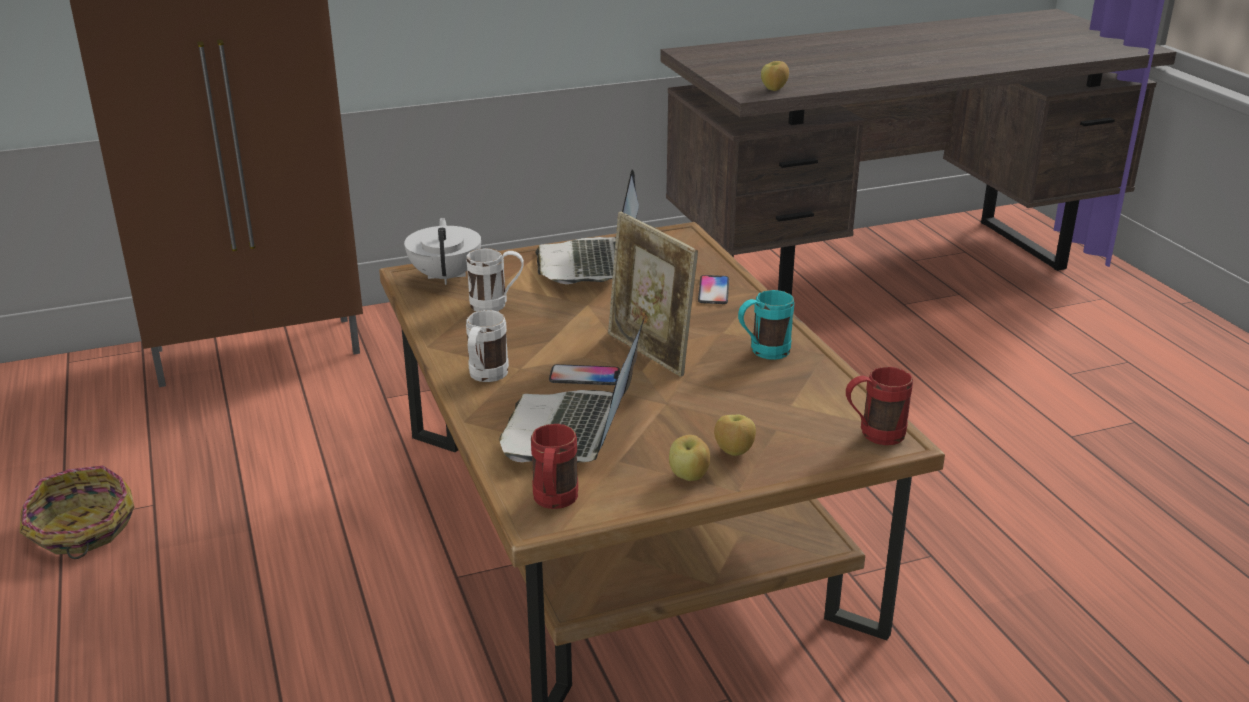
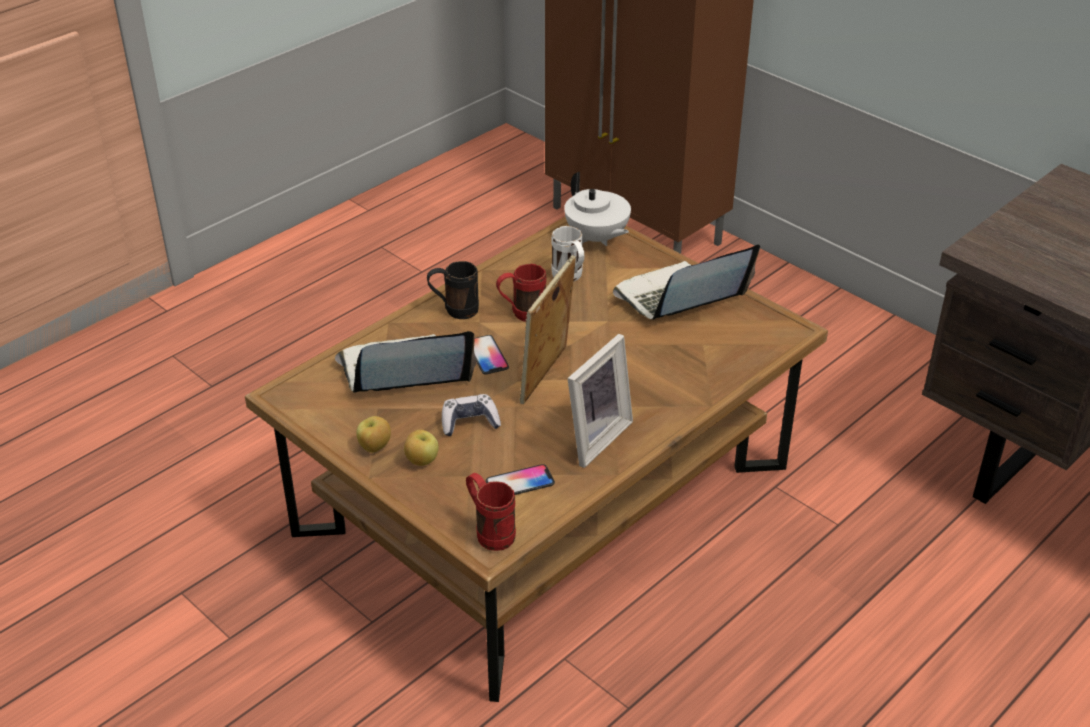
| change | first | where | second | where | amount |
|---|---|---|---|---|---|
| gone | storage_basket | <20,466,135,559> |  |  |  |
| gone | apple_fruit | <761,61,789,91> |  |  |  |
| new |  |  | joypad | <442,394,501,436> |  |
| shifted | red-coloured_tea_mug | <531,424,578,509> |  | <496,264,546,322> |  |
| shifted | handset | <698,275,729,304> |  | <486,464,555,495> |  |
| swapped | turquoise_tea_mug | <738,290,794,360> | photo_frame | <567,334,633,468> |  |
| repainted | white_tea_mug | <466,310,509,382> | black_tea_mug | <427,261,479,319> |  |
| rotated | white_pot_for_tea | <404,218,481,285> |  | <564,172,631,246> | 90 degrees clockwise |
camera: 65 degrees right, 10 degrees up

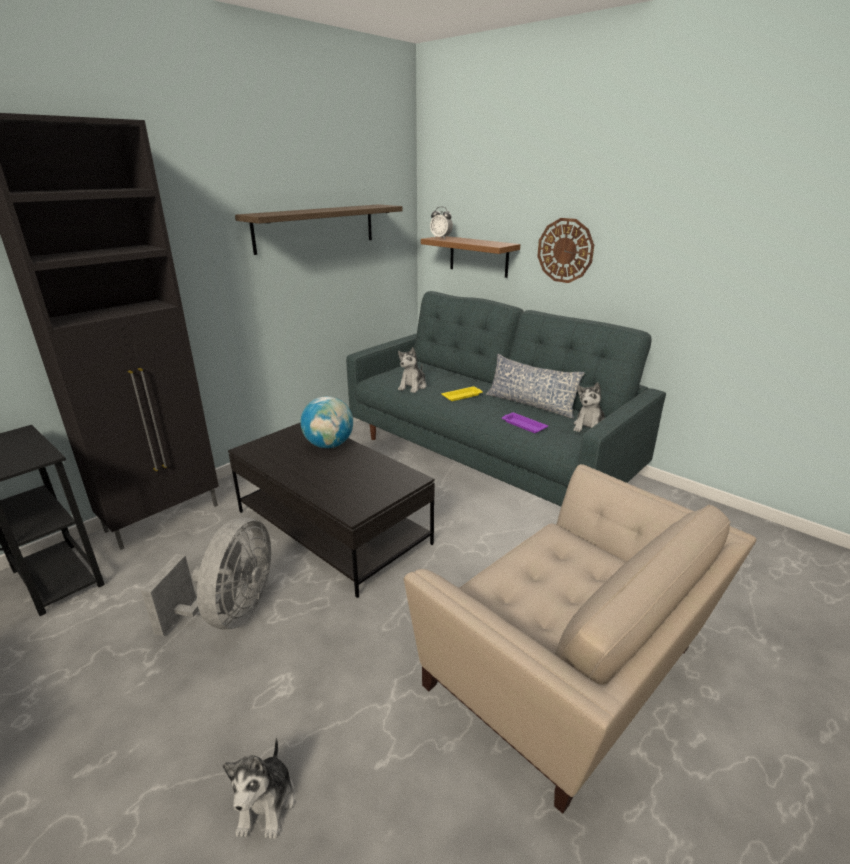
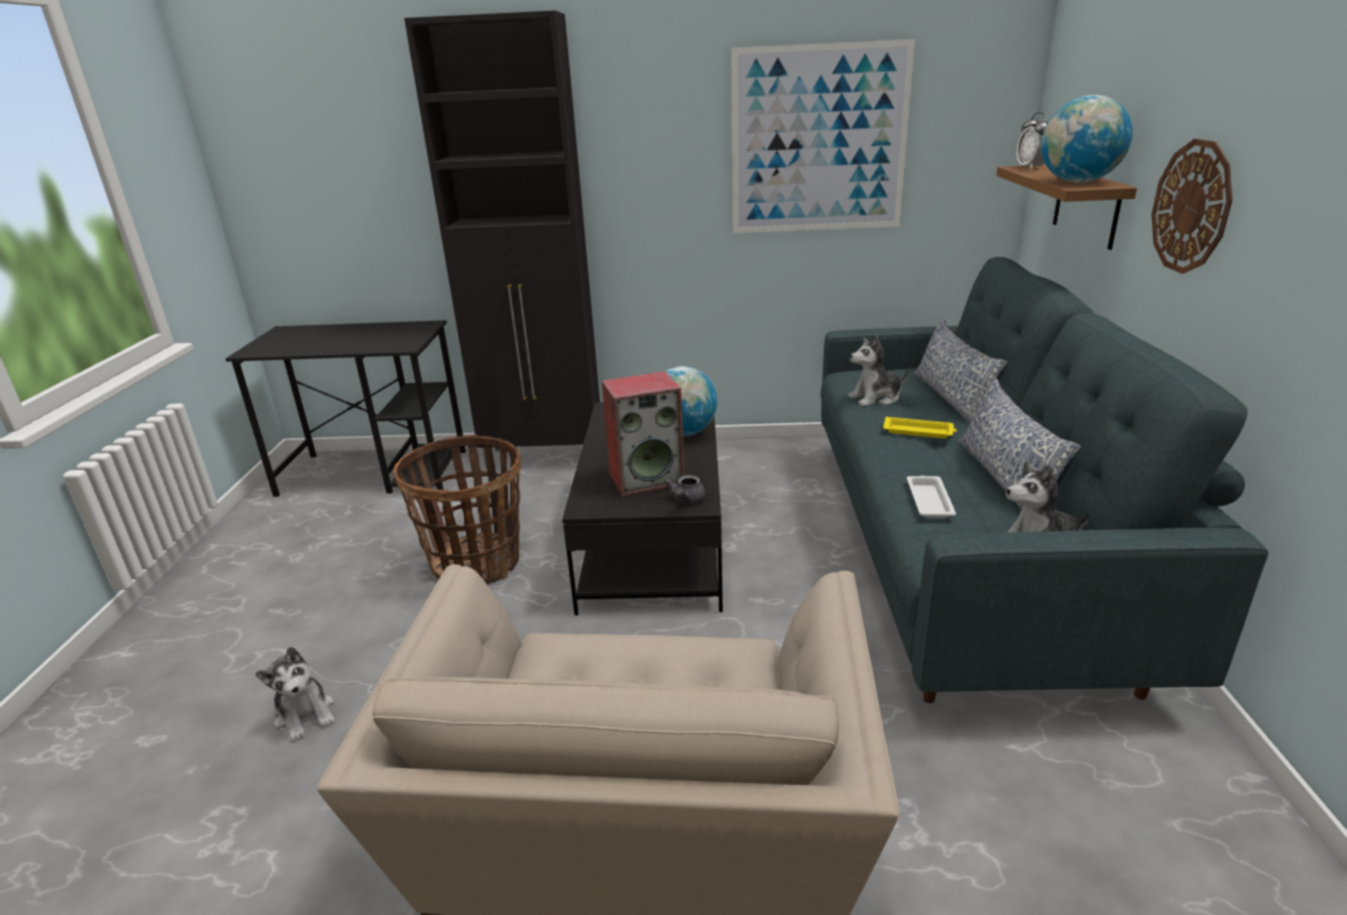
| change | first | where | second | where | amount |
|---|---|---|---|---|---|
| new |  |  | loudspeaker | <602,371,685,497> |  |
| new |  |  | gray_pot_for_tea | <664,475,706,504> |  |
| new |  |  | throw_pillow | <914,319,1008,423> |  |
| new |  |  | desk_globe | <1041,95,1133,183> |  |
| swapped | gray_cooling_fan | <141,517,271,636> | storage_basket | <394,435,521,584> |  |
| swapped | shelf | <235,204,403,255> | wall_picture | <731,39,915,233> |  |
| repainted | purplish_carrying_tray | <502,413,548,433> | white_carrying_tray | <907,476,956,518> |  |
| rotated | cuddly_toy | <223,738,295,840> |  | <255,647,335,742> | 90 degrees counterclockwise |
camera: 50 degrees right, 0 degrees up

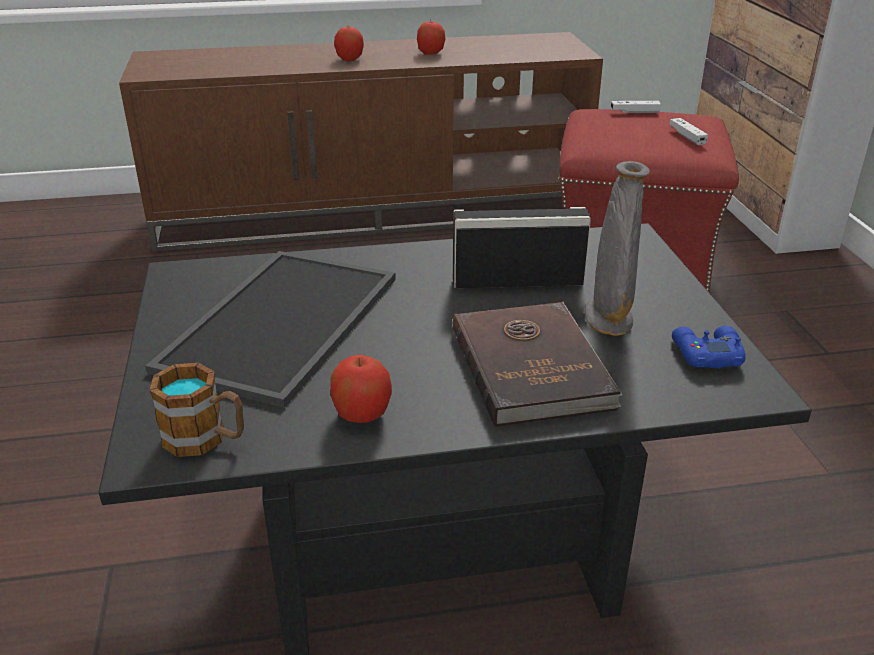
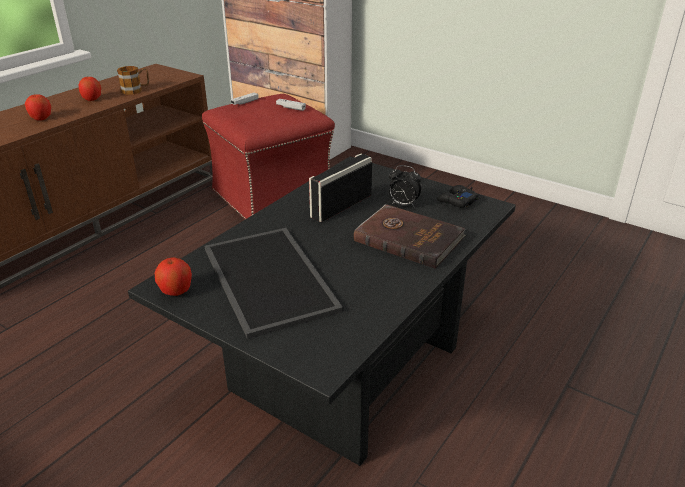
| change | first | where | second | where | amount |
|---|---|---|---|---|---|
| shifted | tea_mug | <150,363,244,457> |  | <117,66,149,95> |  |
| shifted | apple_fruit | <330,355,392,423> |  | <155,257,192,296> |  |
| swapped | gray_flower_vase | <585,161,650,336> | table_clock | <388,165,422,206> |  |
| repainted | blue_joypad | <672,326,746,368> | black_joypad | <437,185,478,208> |  |
camera: 45 degrees left, 0 degrees up

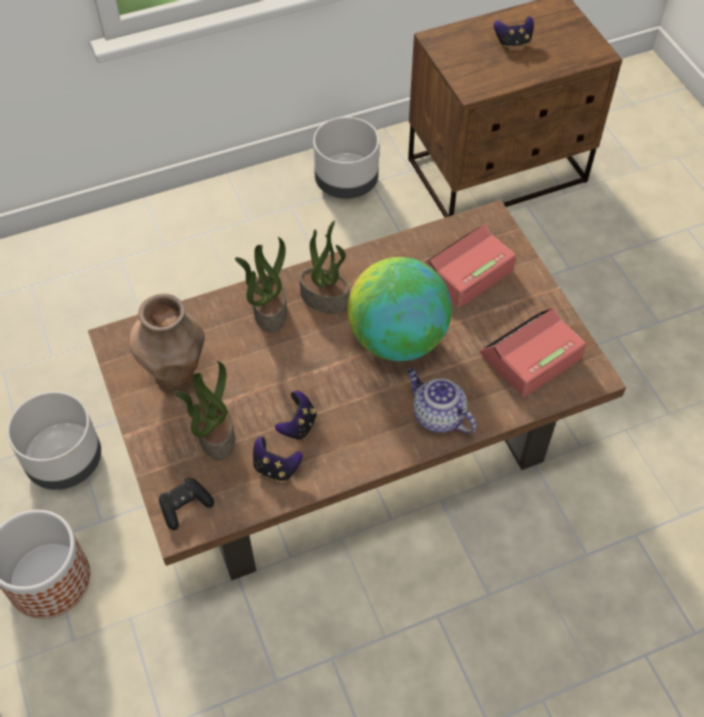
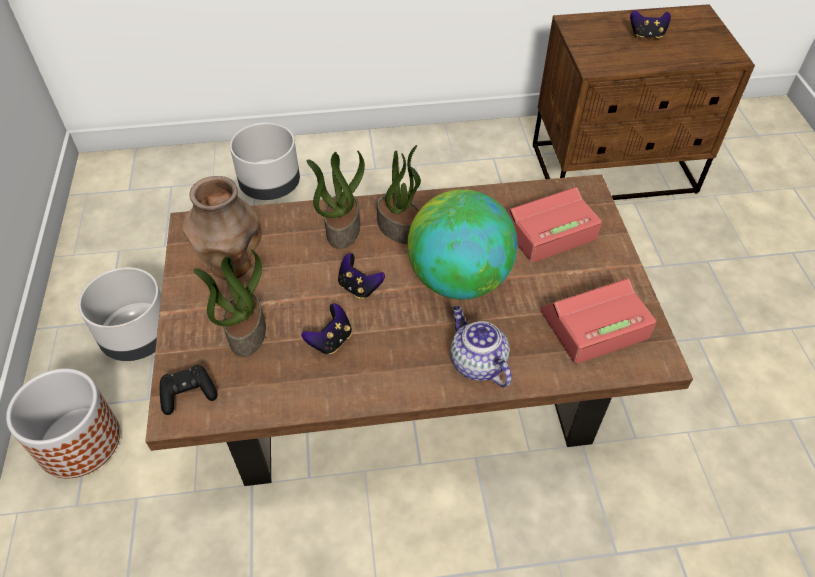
| change | first | where | second | where | amount |
|---|---|---|---|---|---|
| shifted | joypad | <253,436,303,482> |  | <338,253,385,299> |  |
| shifted | gray_planter | <313,117,380,199> |  | <230,123,300,200> |  |
camera: 15 degrees right, 5 degrees down

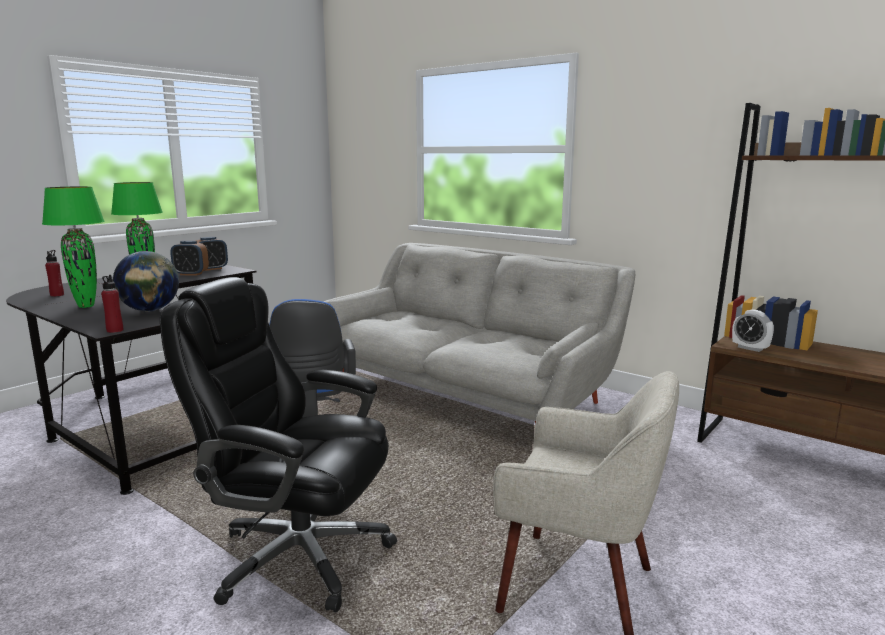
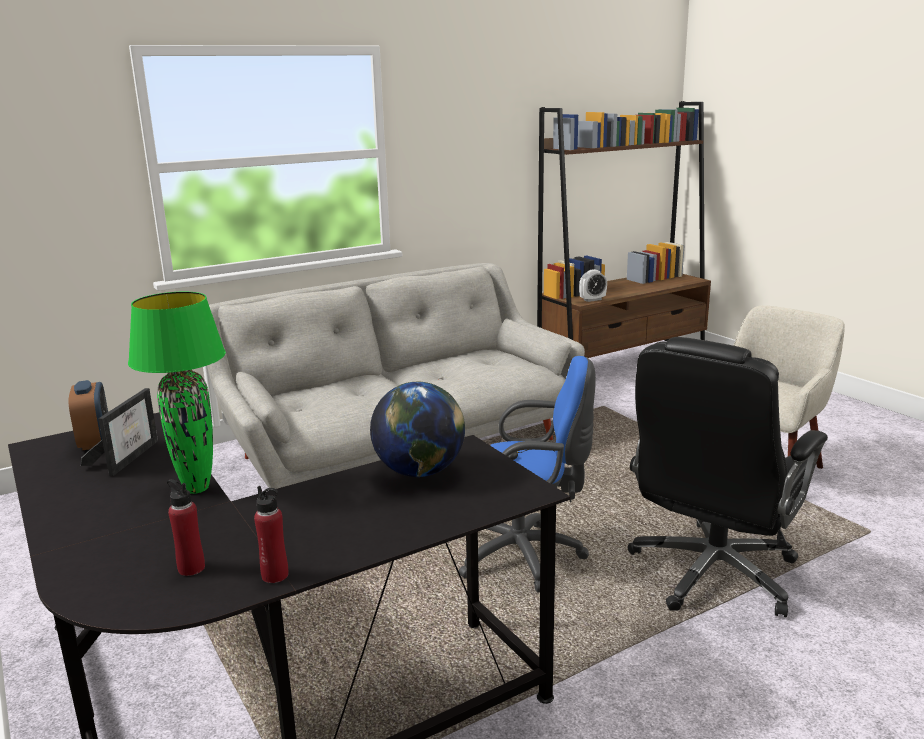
| change | first | where | second | where | amount |
|---|---|---|---|---|---|
| gone | green_tabletop_lamp | <42,186,104,308> |  |  |  |
| shifted | red-coloured_bottle | <101,275,123,333> |  | <254,486,288,583> |  |
| swapped | table_clock | <170,241,209,276> | photo_frame | <80,388,158,476> |  |
camera: 70 degrees left, 5 degrees up

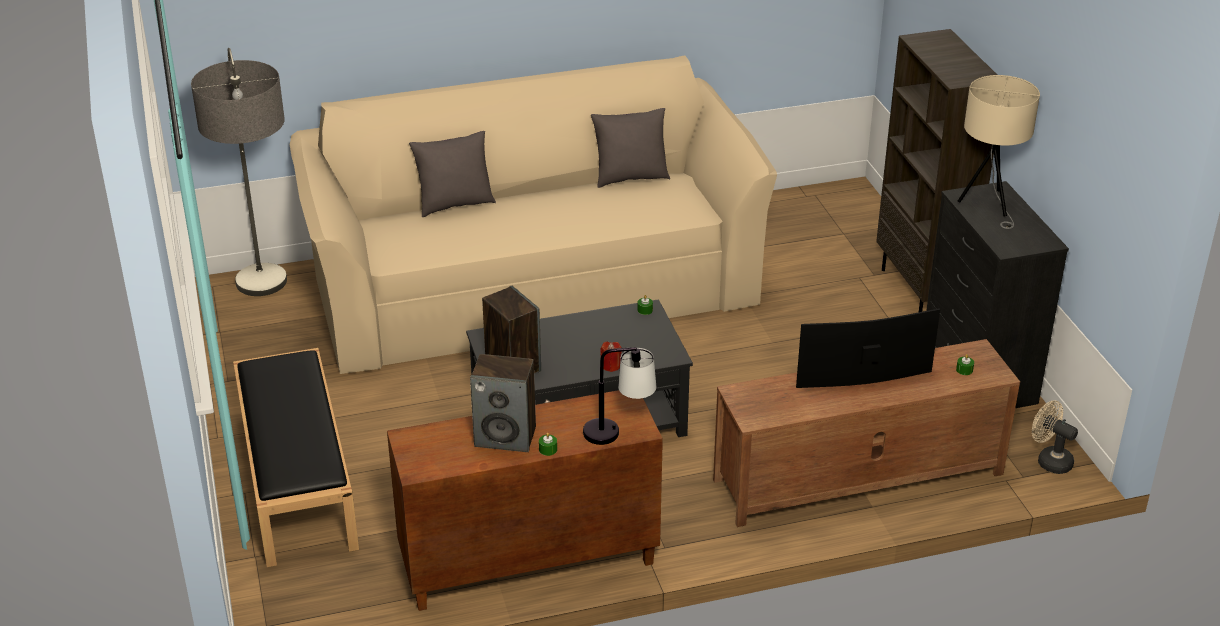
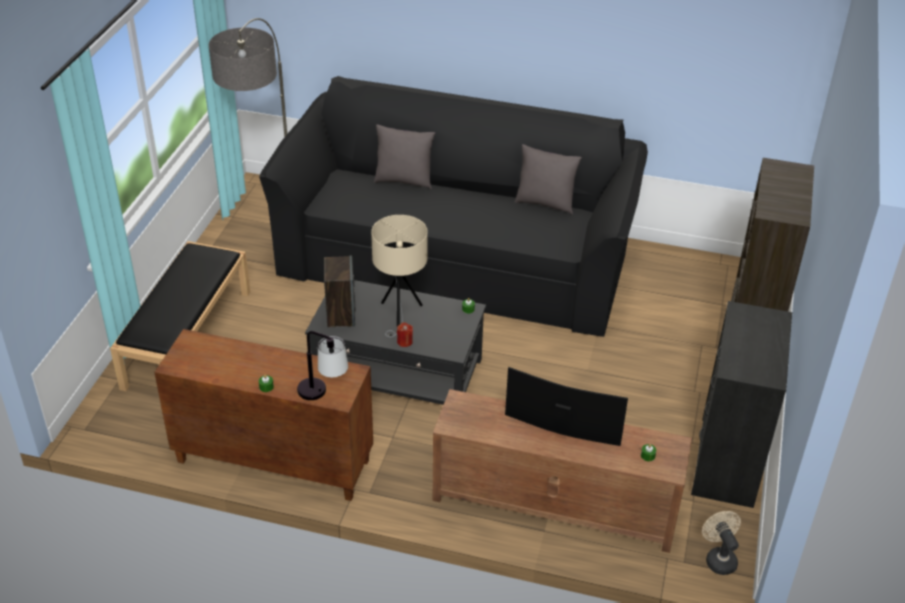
| change | first | where | second | where | amount |
|---|---|---|---|---|---|
| gone | loudspeaker | <470,354,536,452> |  |  |  |
| shifted | beige-coloured_tabletop_lamp | <958,75,1040,229> |  | <371,215,428,338> |  |
| repainted | beige-coloured_sofa | <290,55,777,374> | black_sofa | <259,76,648,337> |  |
camera: 30 degrees right, 5 degrees up

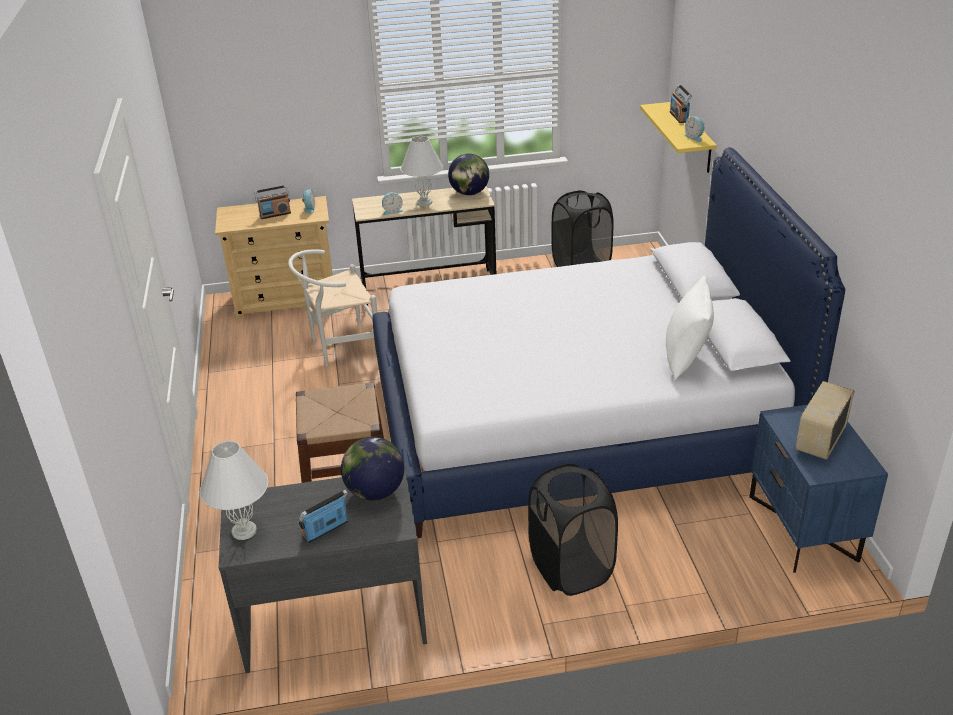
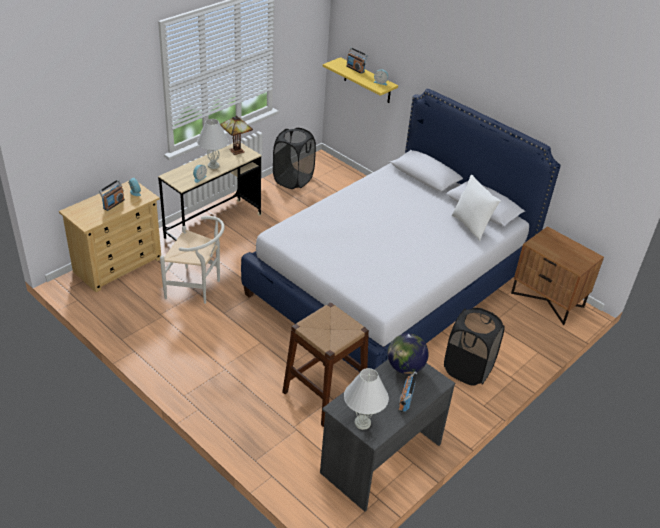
| change | first | where | second | where | amount |
|---|---|---|---|---|---|
| gone | radio_receiver | <795,381,854,460> |  |  |  |
| swapped | desk_globe | <448,154,489,195> | tabletop_lamp | <220,116,253,155> |  |
| repainted | blue_nightstand | <749,405,888,573> | brown-coloured_nightstand | <511,226,604,325> |  |
| rotated | white_plain_chair | <288,249,377,367> |  | <160,216,225,304> | 105 degrees counterclockwise |
camera: 40 degrees left, 5 degrees up

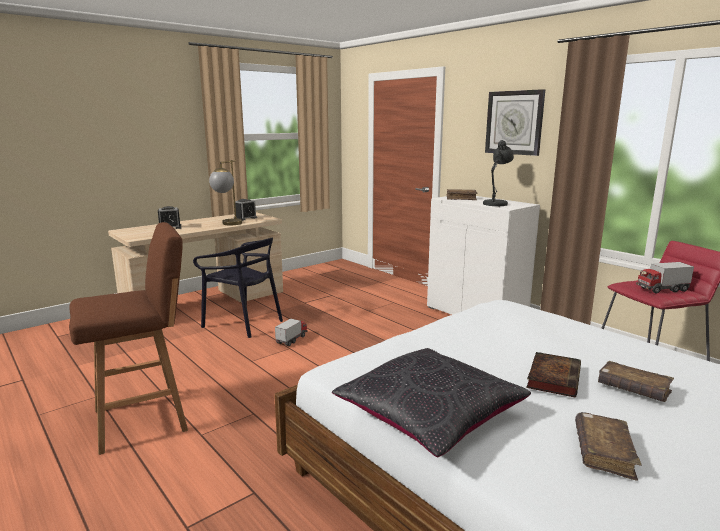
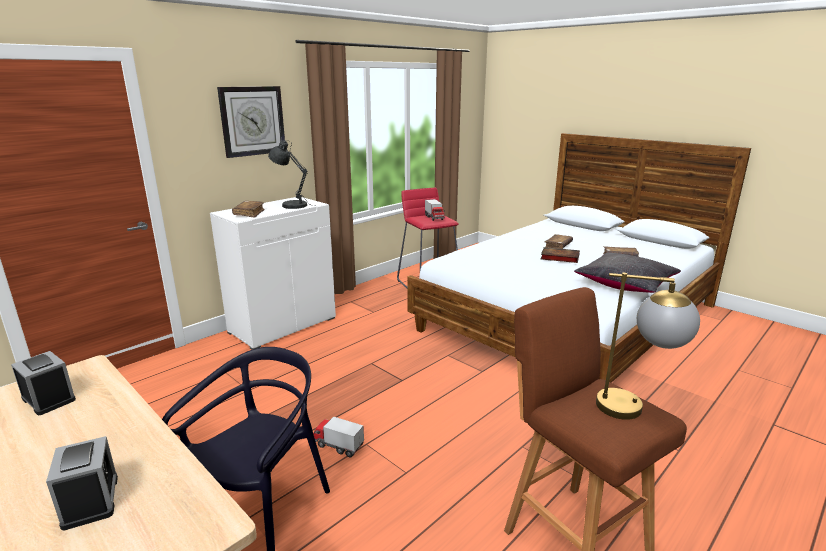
| change | first | where | second | where | amount |
|---|---|---|---|---|---|
| shifted | tabletop_lamp | <209,160,242,225> |  | <596,273,700,420> |  |
camera: 95 degrees left, 5 degrees up

